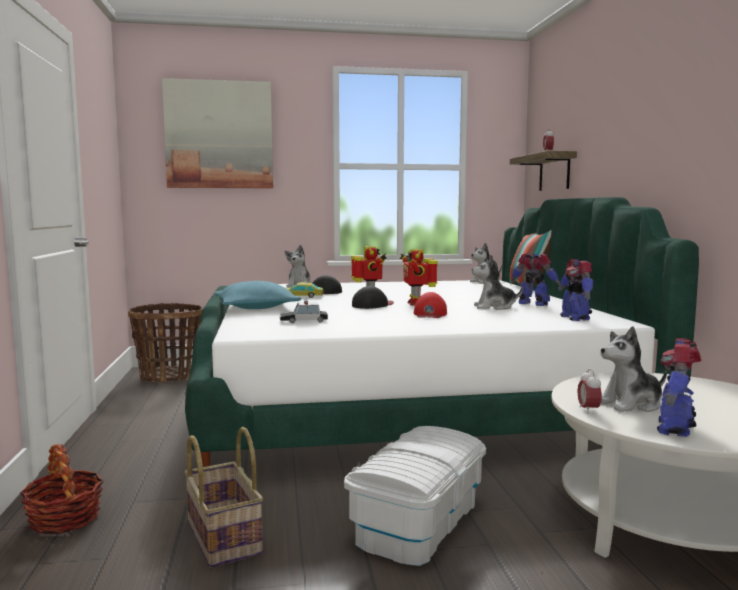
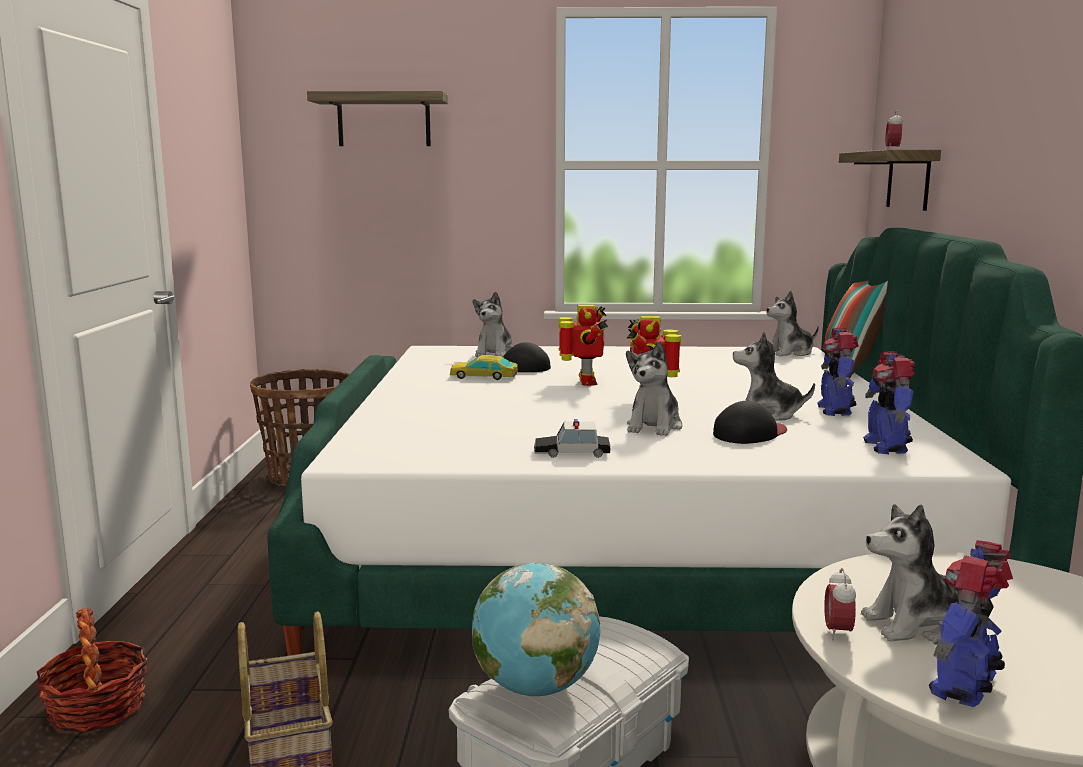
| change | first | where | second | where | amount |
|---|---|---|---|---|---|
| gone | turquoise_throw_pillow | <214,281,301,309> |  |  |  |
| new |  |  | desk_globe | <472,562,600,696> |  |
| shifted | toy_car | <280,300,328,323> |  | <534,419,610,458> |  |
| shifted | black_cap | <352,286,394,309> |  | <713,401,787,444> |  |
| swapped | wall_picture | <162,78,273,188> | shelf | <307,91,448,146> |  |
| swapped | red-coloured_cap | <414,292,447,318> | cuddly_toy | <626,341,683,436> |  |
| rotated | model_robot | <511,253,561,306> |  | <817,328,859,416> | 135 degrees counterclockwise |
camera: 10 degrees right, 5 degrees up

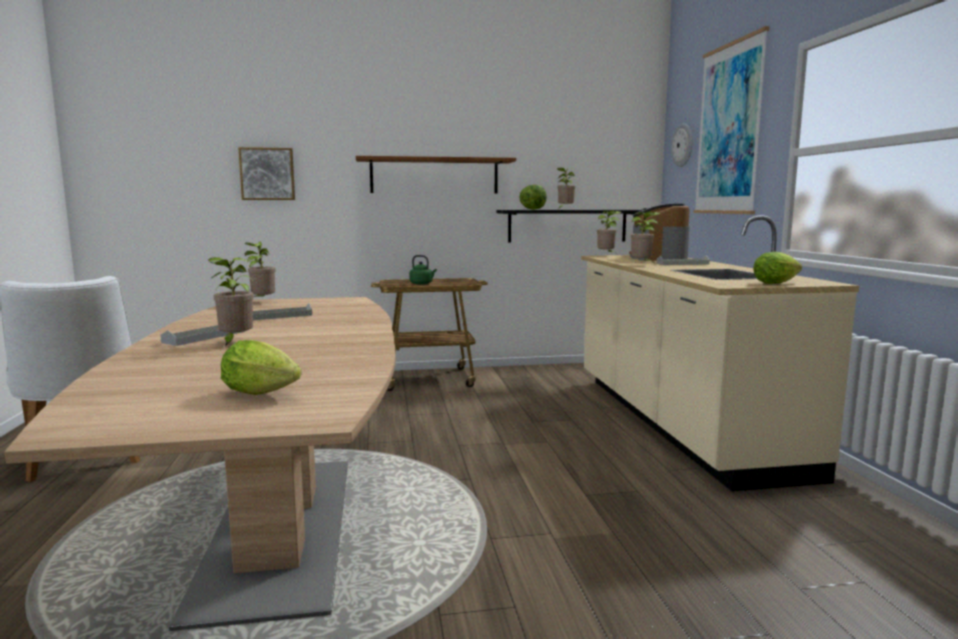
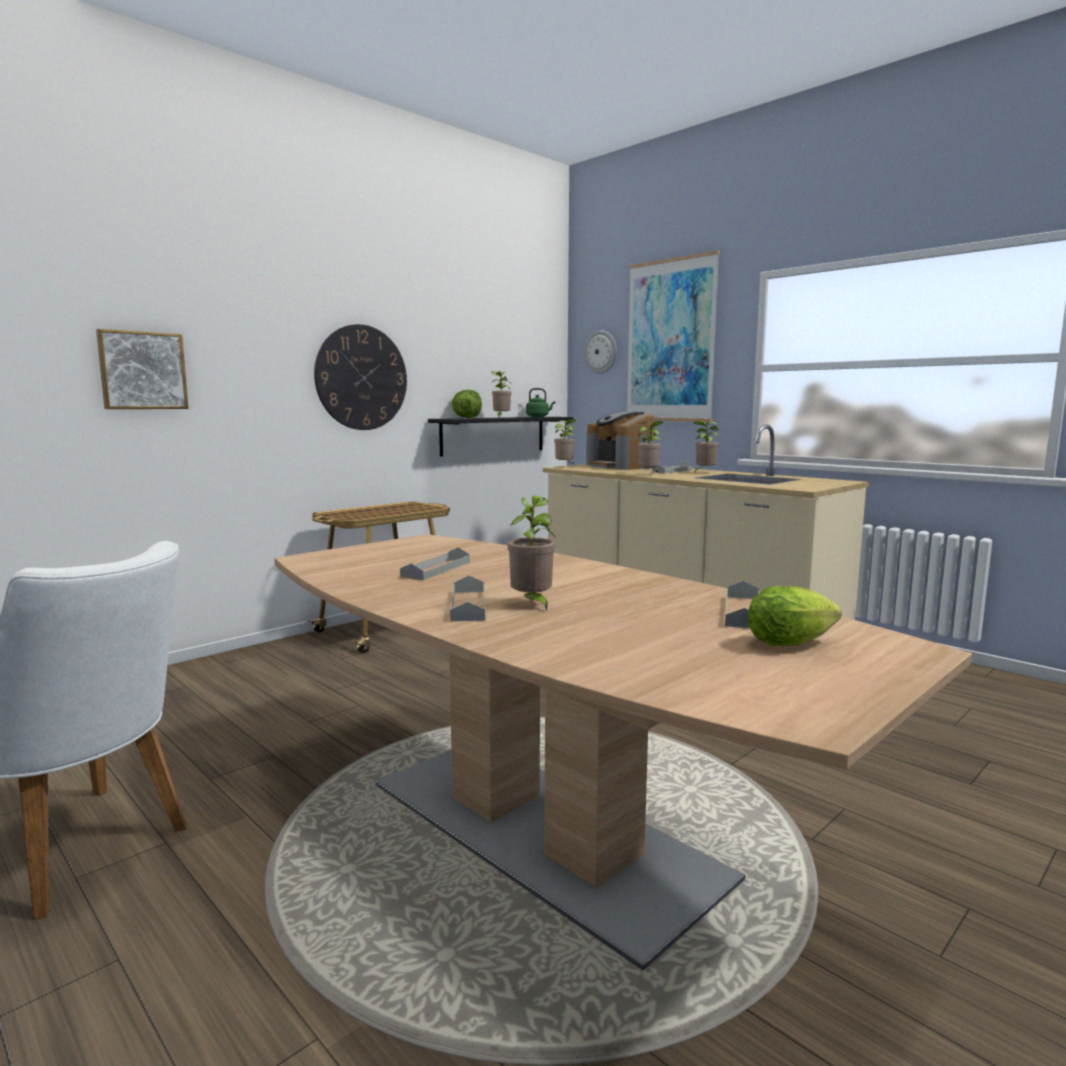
| change | first | where | second | where | amount |
|---|---|---|---|---|---|
| gone | lettuce_head | <753,252,802,284> |  |  |  |
| new |  |  | gray_carrying_tray | <725,581,760,628> |  |
| shifted | plant_in_a_pot | <245,241,276,297> |  | <694,420,719,472> |  |
| shifted | green_kettle | <409,255,437,285> |  | <526,388,555,417> |  |
| swapped | brown-coloured_shelf | <356,156,516,193> | hanging_clock | <314,324,407,430> |  |
camera: 35 degrees left, 0 degrees up

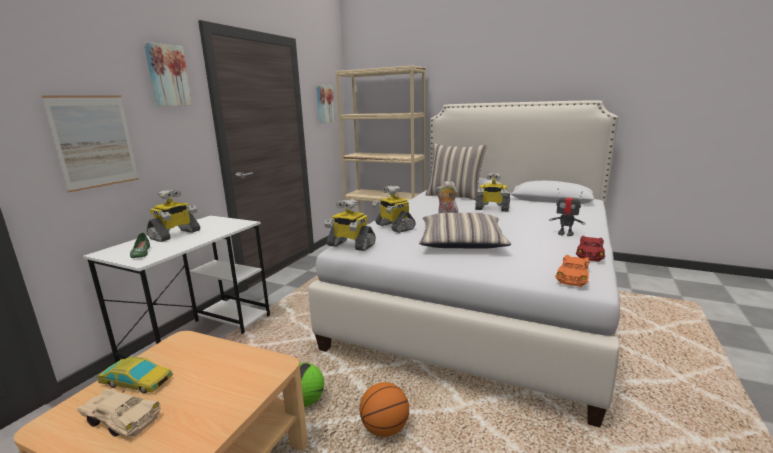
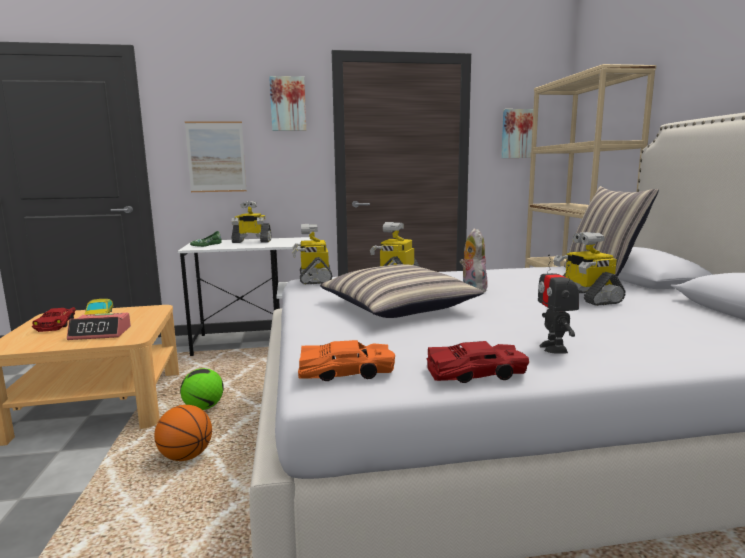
| change | first | where | second | where | amount |
|---|---|---|---|---|---|
| new |  |  | table_clock | <67,313,131,340> |  |
| repainted | beige-coloured_toy_car | <77,389,161,437> | red-coloured_toy_car | <32,307,76,332> |  |
camera: 55 degrees right, 5 degrees down

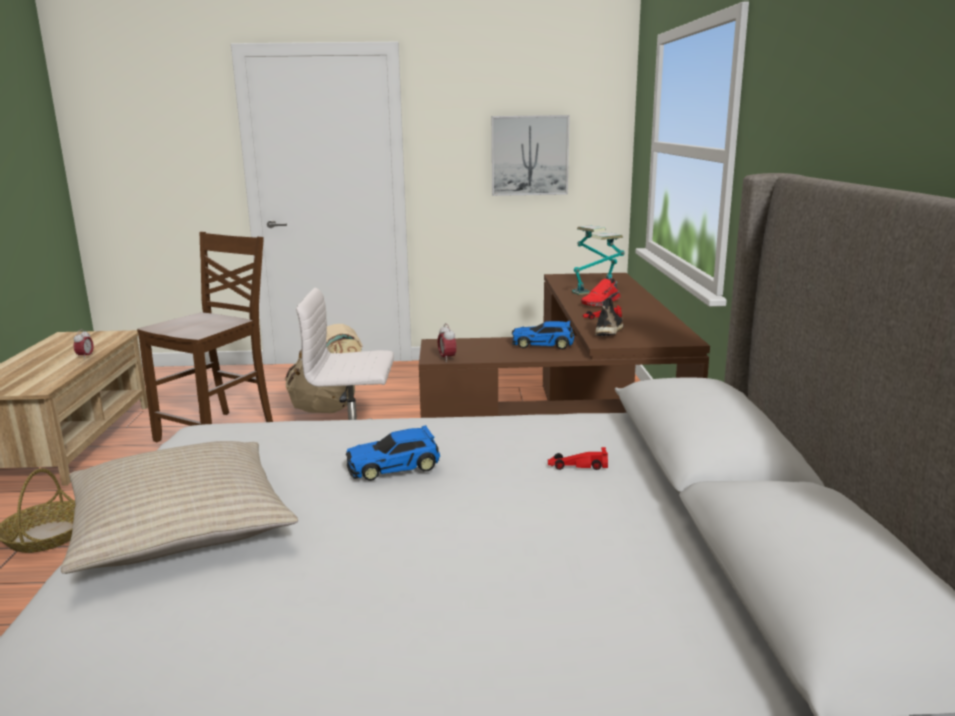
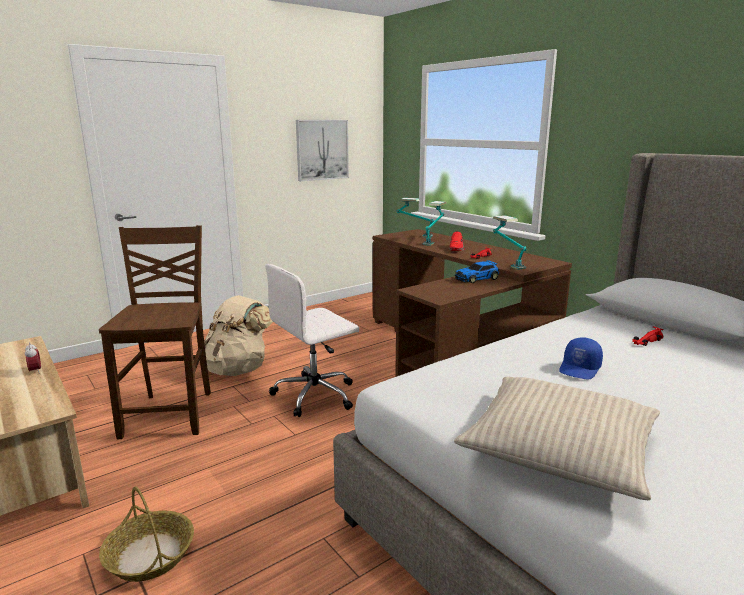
| change | first | where | second | where | amount |
|---|---|---|---|---|---|
| gone | table_clock | <438,323,456,362> |  |  |  |
| swapped | toy_car | <346,425,440,481> | blue_cap | <559,337,603,380> |  |
| swapped | black_item_of_footwear | <595,298,624,336> | tabletop_lamp | <493,215,526,270> |  |
camera: 35 degrees left, 0 degrees up

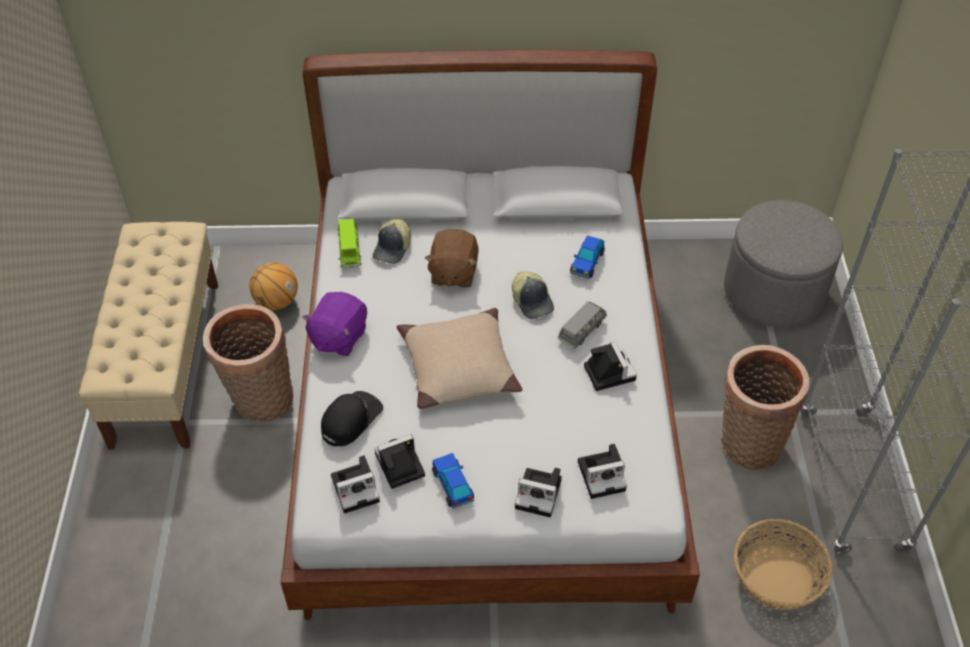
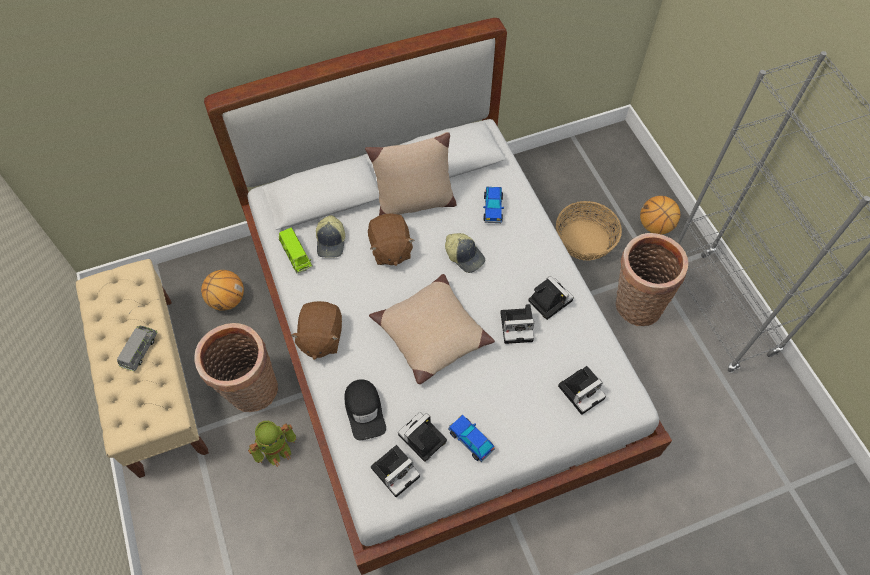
| change | first | where | second | where | amount |
|---|---|---|---|---|---|
| gone | gray_pouffe | <724,200,843,327> |  |  |  |
| new |  |  | model_robot | <248,421,296,467> |  |
| new |  |  | beige-coloured_throw_pillow | <365,132,457,216> |  |
| new |  |  | basketball_ball | <640,196,680,234> |  |
| shifted | still_camera | <515,468,562,517> |  | <501,304,534,344> |  |
| shifted | gray_toy_car | <558,302,607,348> |  | <117,326,157,371> |  |
| shifted | storage_basket | <734,519,832,610> |  | <556,201,622,260> |  |
| repainted | purplish_cuddly_toy | <302,292,367,356> | brown-coloured_cuddly_toy | <291,301,342,360> |  |
| rotated | black_cap | <321,391,383,447> |  | <344,379,386,440> | 150 degrees clockwise |
camera: 20 degrees left, 10 degrees up

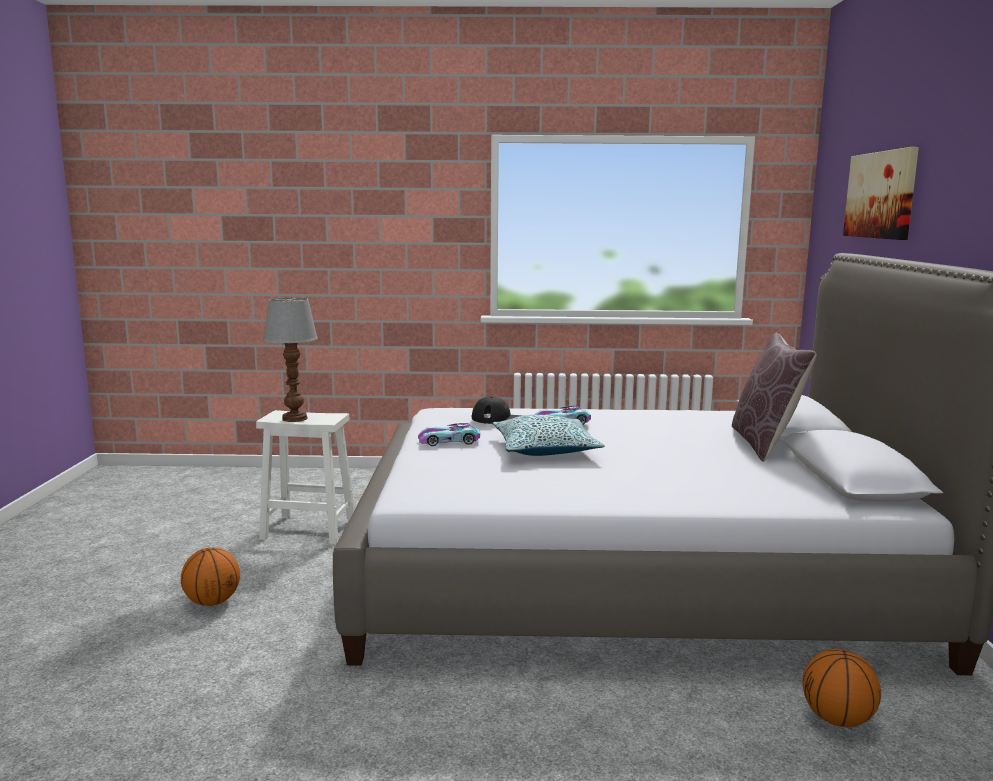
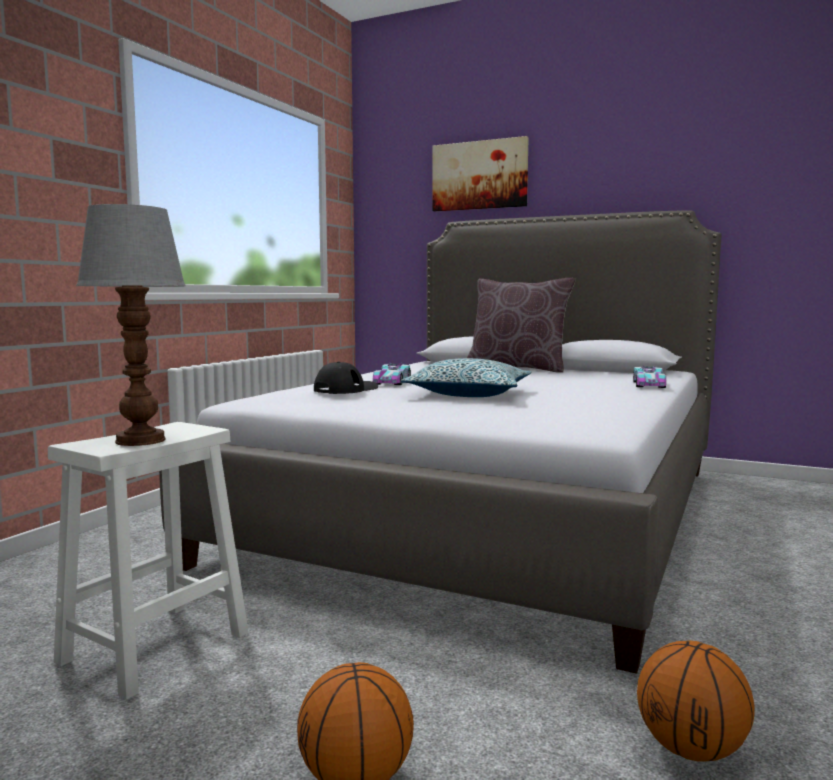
| change | first | where | second | where | amount |
|---|---|---|---|---|---|
| shifted | toy_car | <418,423,480,446> |  | <633,365,666,388> |  |
| shifted | basketball_ball | <802,649,881,727> |  | <637,640,754,762> |  |
camera: 65 degrees left, 5 degrees down

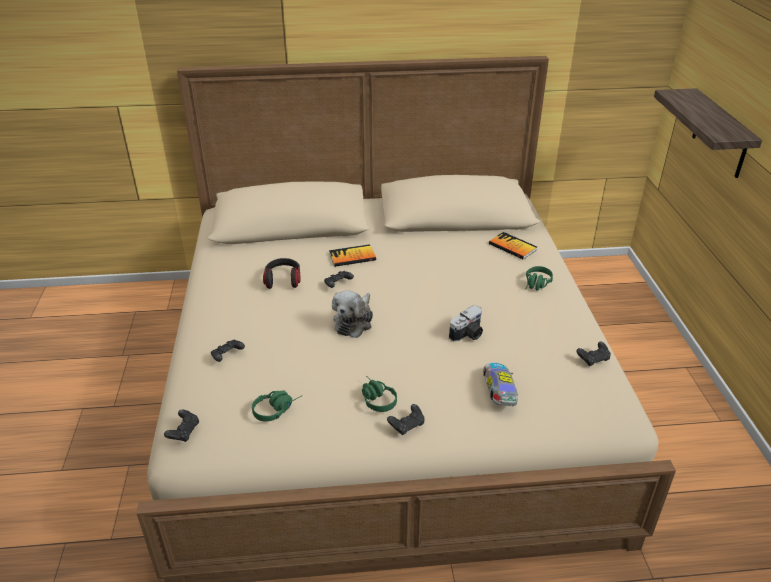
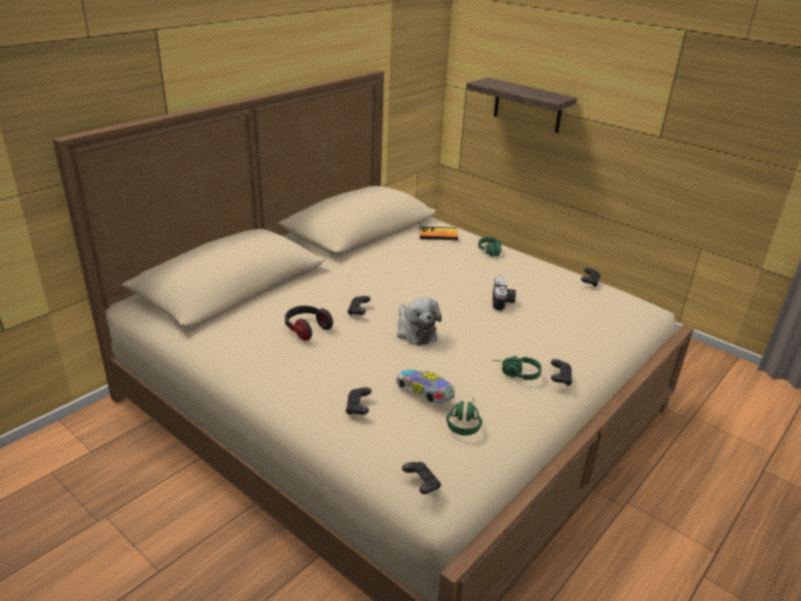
| change | first | where | second | where | amount |
|---|---|---|---|---|---|
| gone | bound_book | <329,244,376,267> |  |  |  |
| shifted | toy_car | <483,362,518,406> |  | <396,370,455,403> |  |
camera: 45 degrees left, 5 degrees down

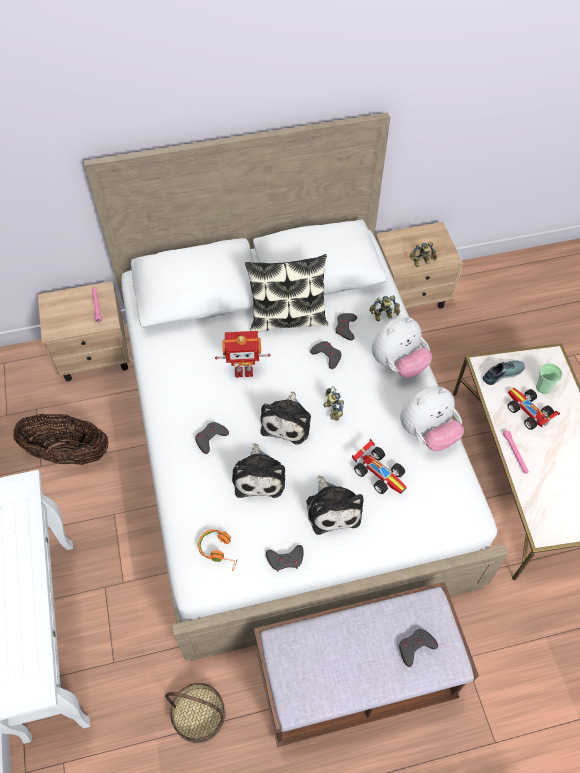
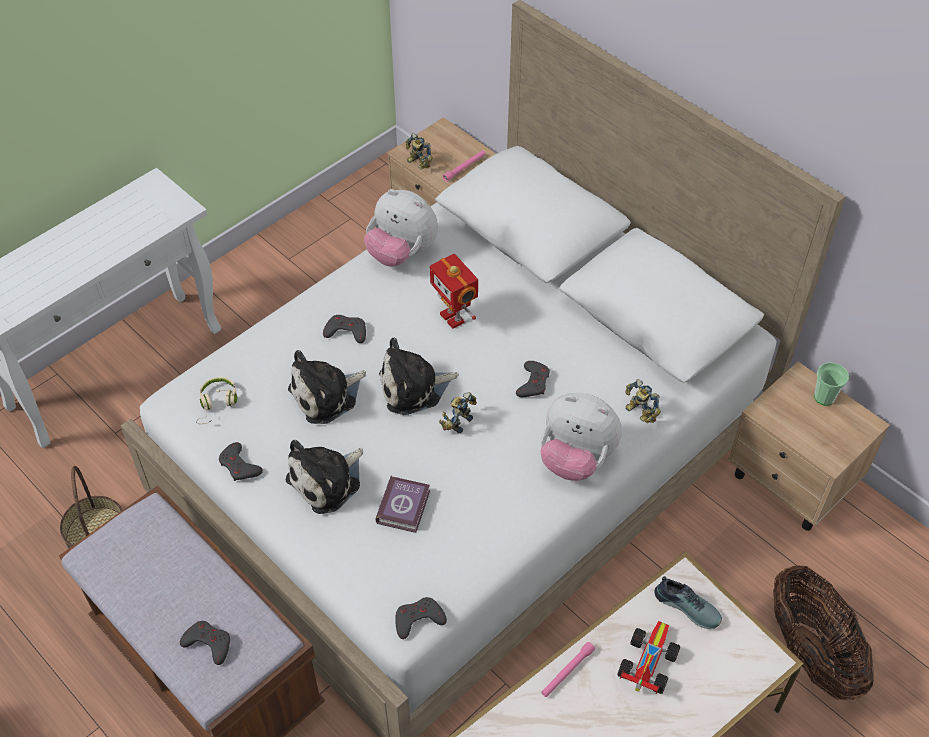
| change | first | where | second | where | amount |
|---|---|---|---|---|---|
| gone | throw_pillow | <245,254,328,332> |  |  |  |
| shifted | storage_basket | <13,414,109,465> |  | <773,565,874,700> |  |
| shifted | gray_joypad | <336,313,357,340> |  | <395,597,447,639> |  |
| shifted | cuddly_toy | <400,386,464,451> |  | <364,189,438,267> |  |
| shifted | model_robot | <409,242,437,267> |  | <406,133,433,169> |  |
| shifted | small_cup | <536,363,562,394> |  | <814,362,849,406> |  |
| swapped | toy_car | <352,439,407,494> | bound_book | <375,476,430,533> |  |
| repainted | orange_headset | <198,529,237,571> | beige-coloured_headset | <196,377,237,424> |  |
camera: 60 degrees right, 5 degrees down

